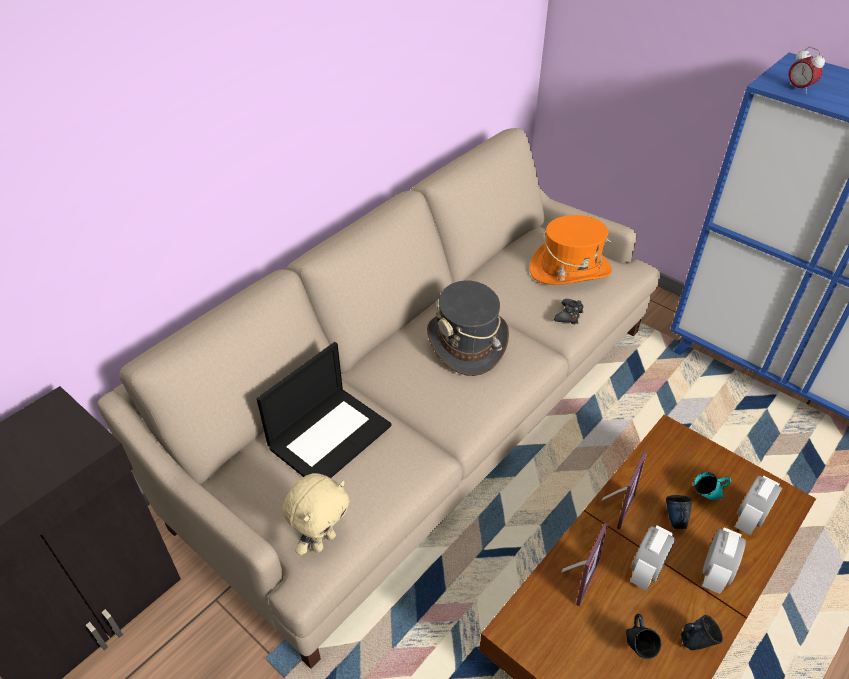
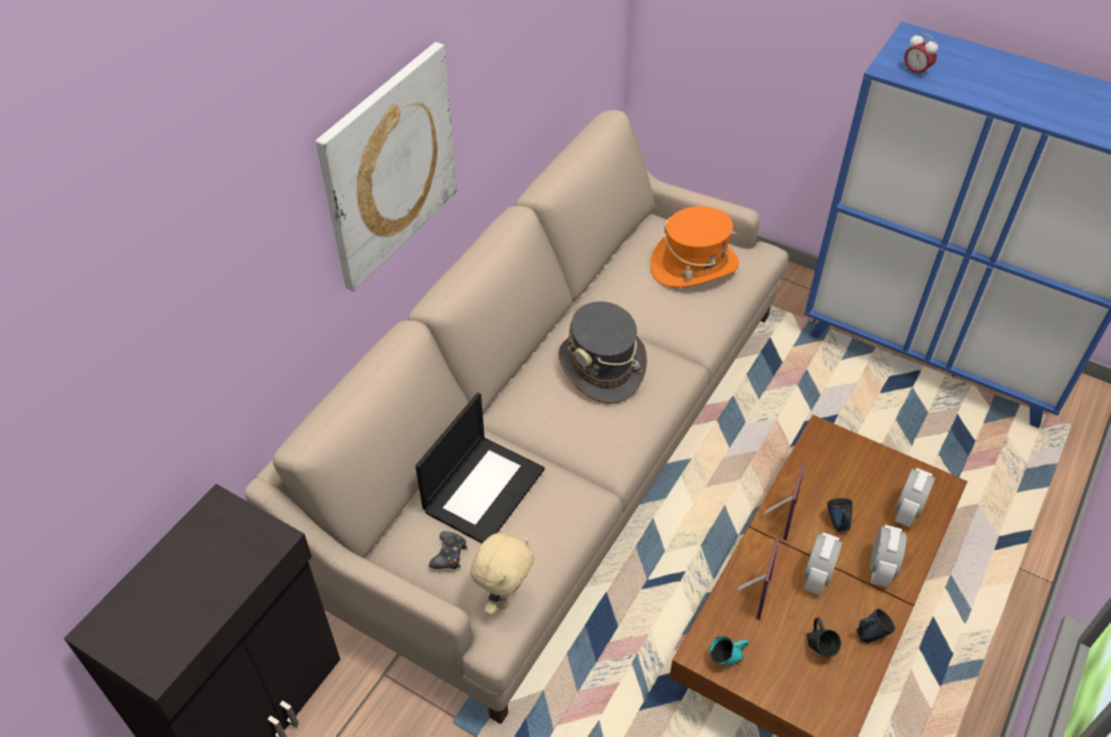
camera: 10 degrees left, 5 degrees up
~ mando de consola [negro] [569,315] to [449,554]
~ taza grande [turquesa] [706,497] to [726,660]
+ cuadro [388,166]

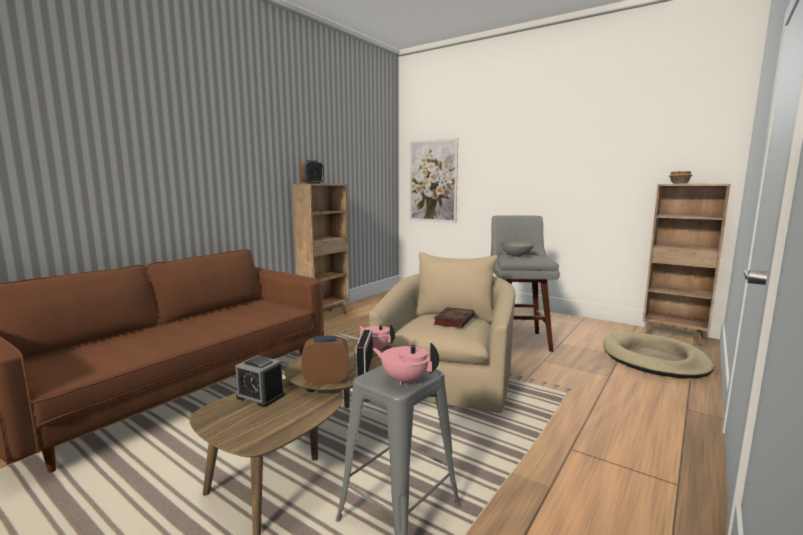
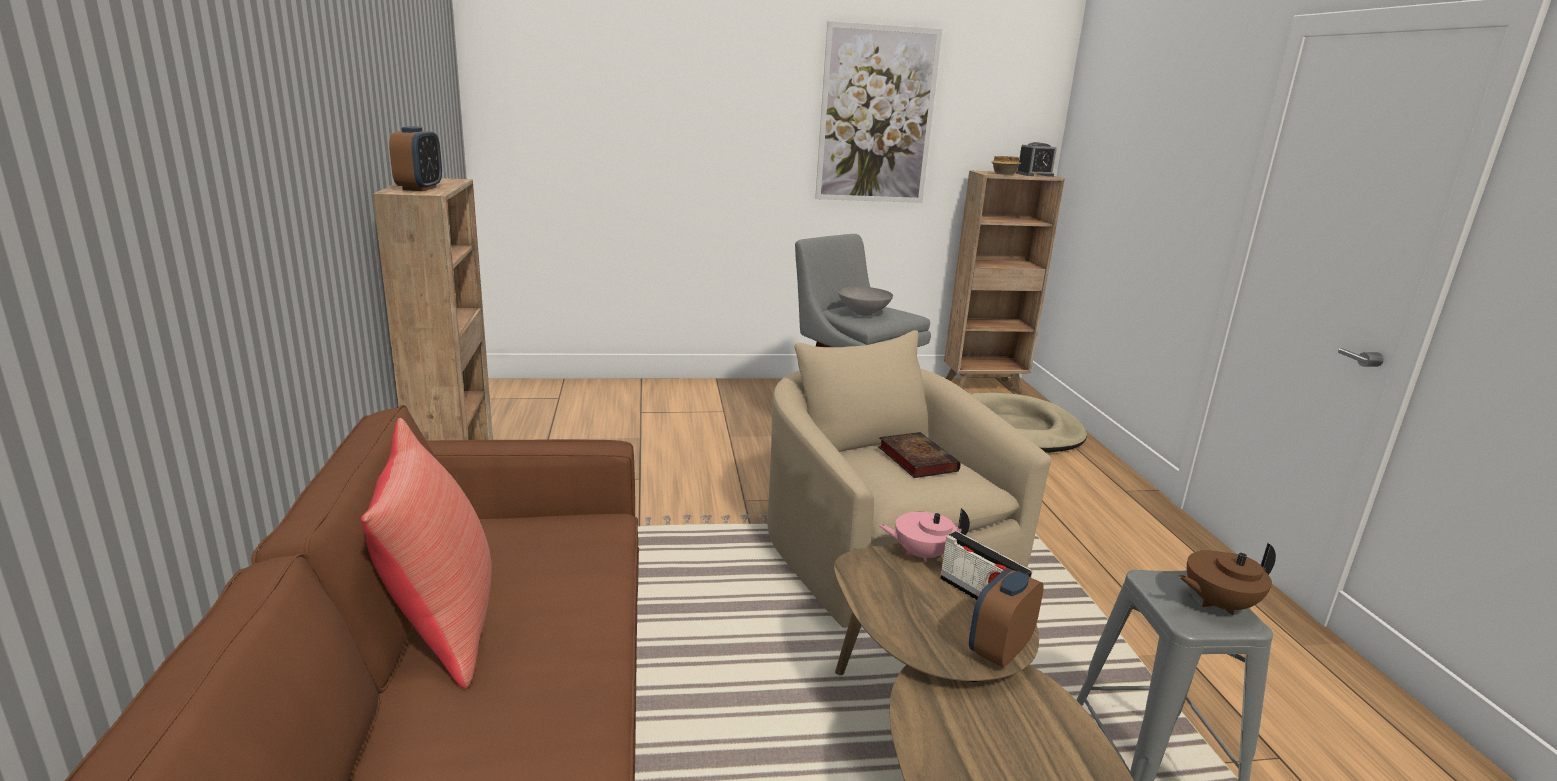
camera: 45 degrees left, 10 degrees up
~ despertador [260,396] to [1034,175]
~ tetera [rosa] [405,380] to tetera [marrón] [1217,604]
~ cuadro [432,181] to [876,116]
+ cojín [rojo] [442,621]

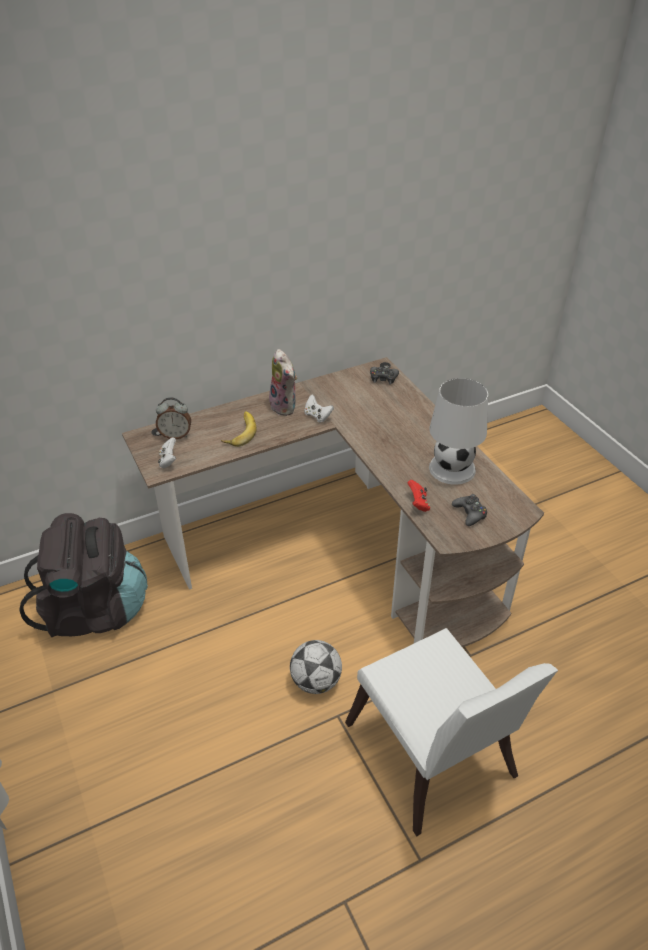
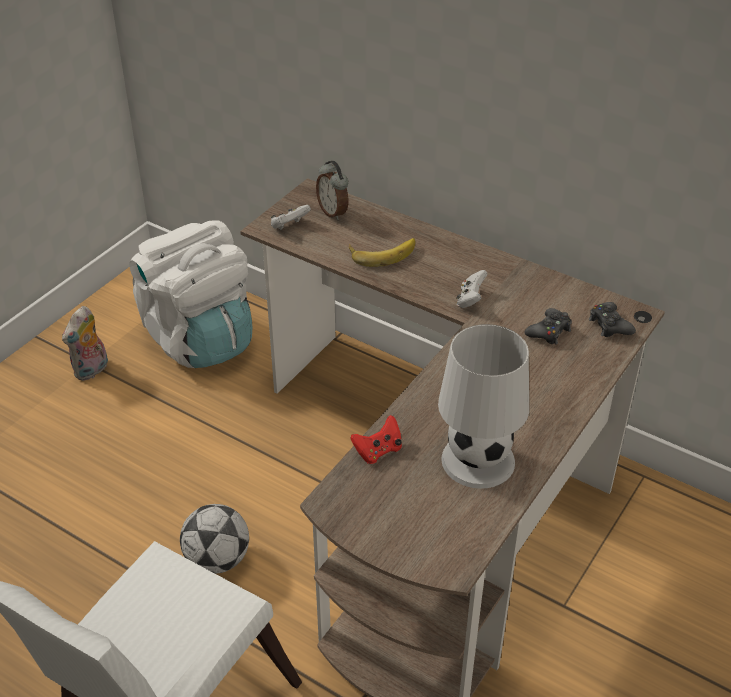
camera: 60 degrees right, 0 degrees up
~ mochila [negro] [94,610] to mochila [blanco] [199,338]
~ peluche [285,407] to [92,370]
~ mando de consola [negro] [470,513] to [549,331]

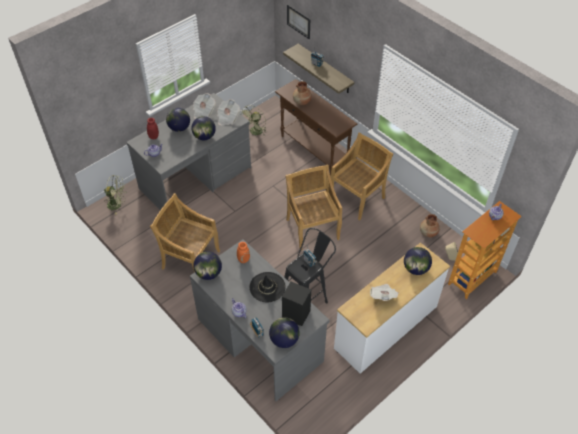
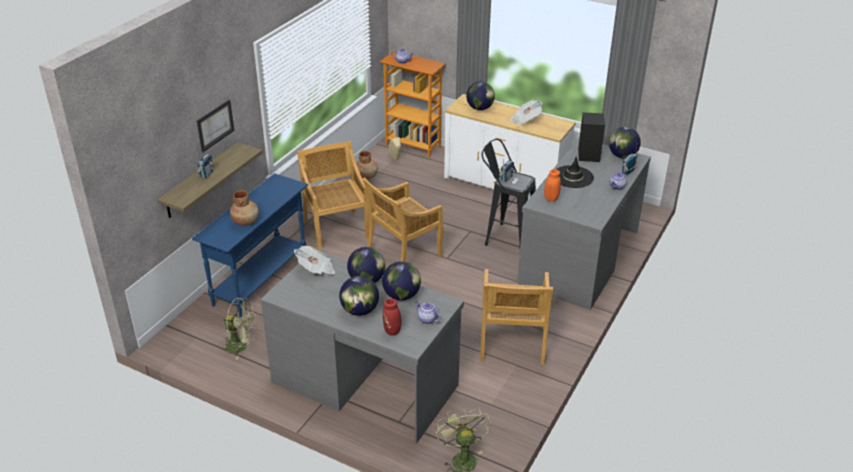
camera: 110 degrees left, 15 degrees down
- periódico [203,111]
~ globo terráqueo [208,273] to [401,295]
~ mesa consola [marrón] [314,150] to mesa consola [azul] [261,280]
~ cuadro [298,21] to [215,125]
~ silla [beis] [357,198] = [336,229] 45 degrees clockwise

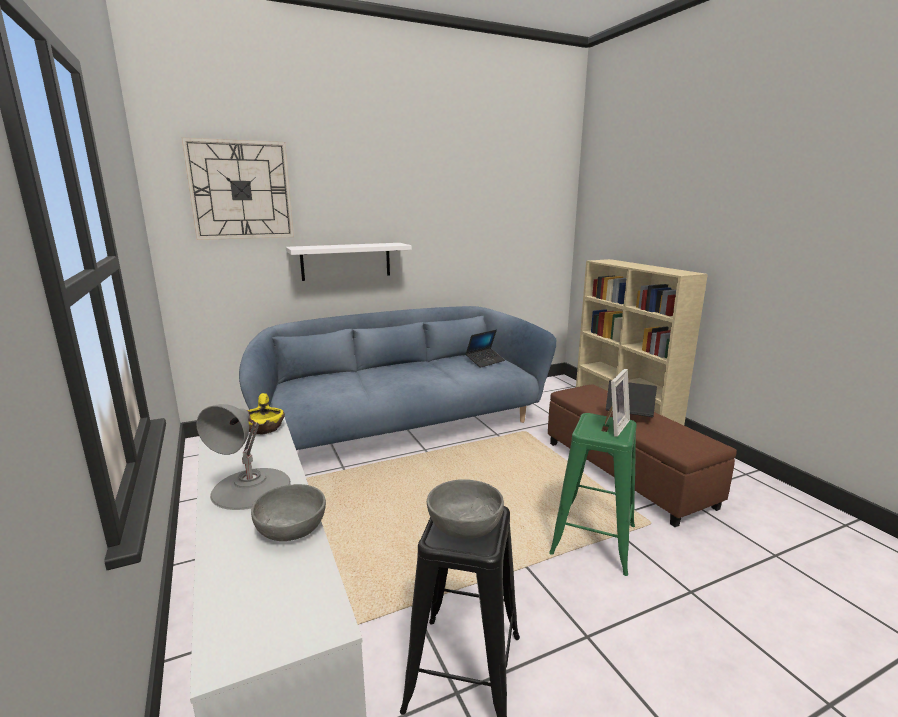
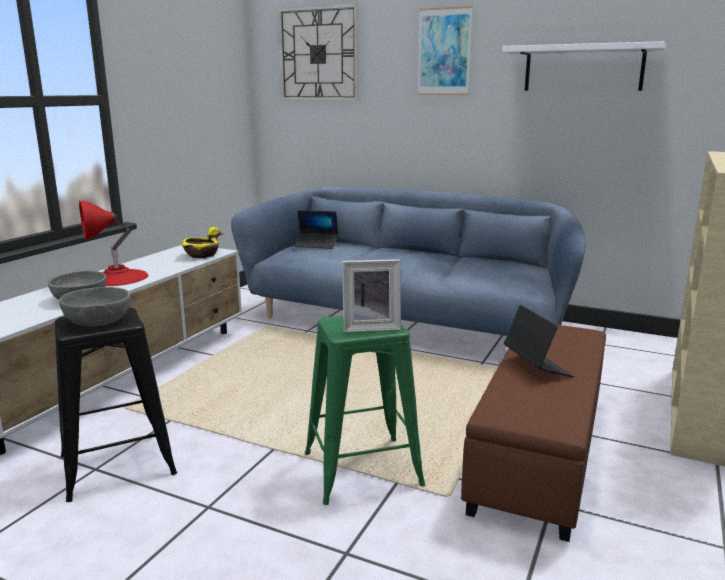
camera: 50 degrees right, 0 degrees up
~ lámpara de mesa [gris] [251,488] to lámpara de mesa [rojo] [117,277]
~ estante [blanco] [346,261] to [583,68]
~ portátil [485,361] to [316,245]
+ cuadro [444,52]

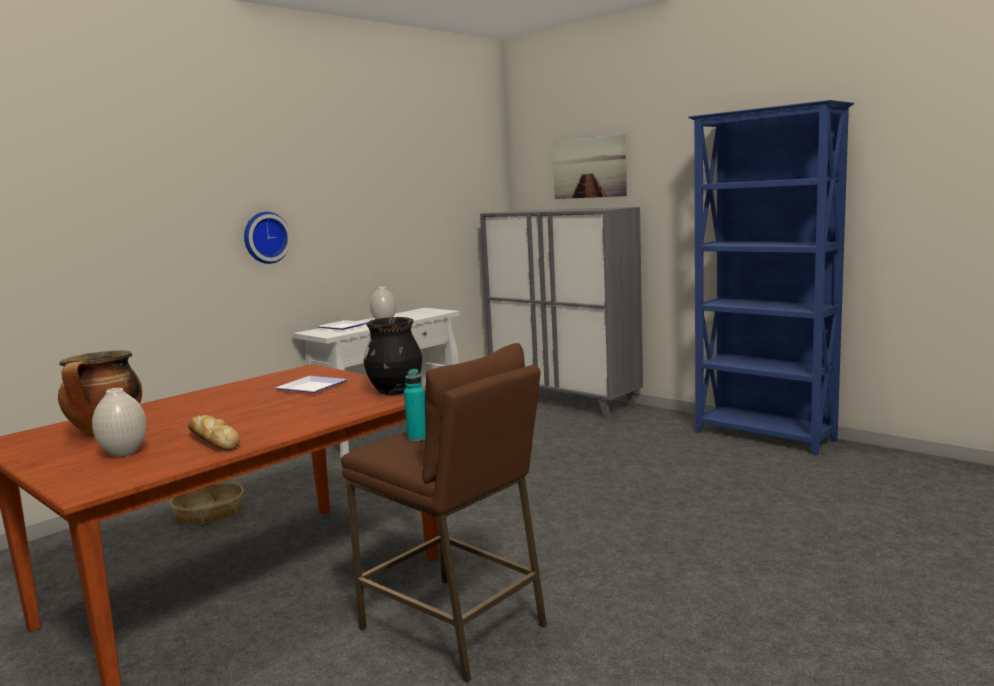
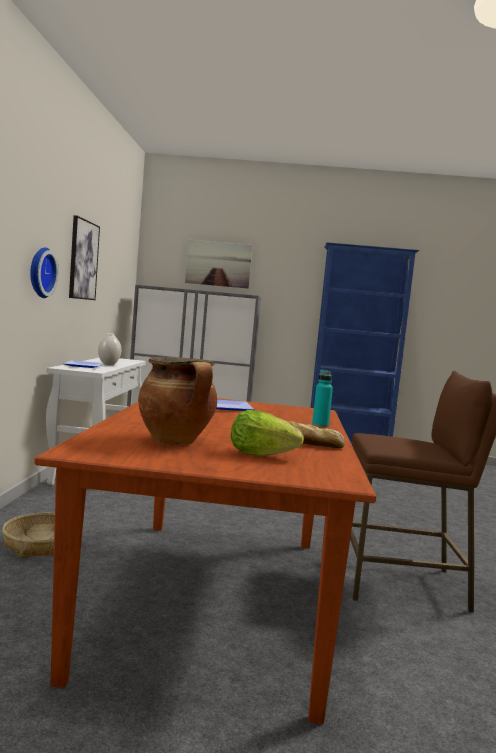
camera: 40 degrees left, 5 degrees down
~ florero [blanco] [124,453] to lechuga [260,455]
- florero [negro] [395,391]
~ botella [turquesa] [417,438] to [320,425]
+ cuadro [83,260]

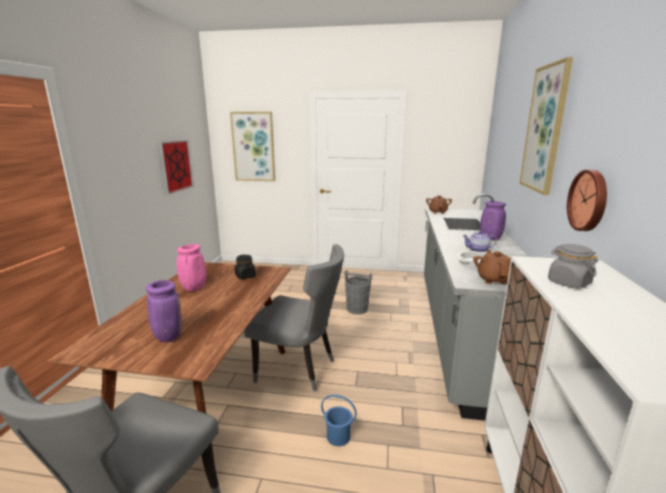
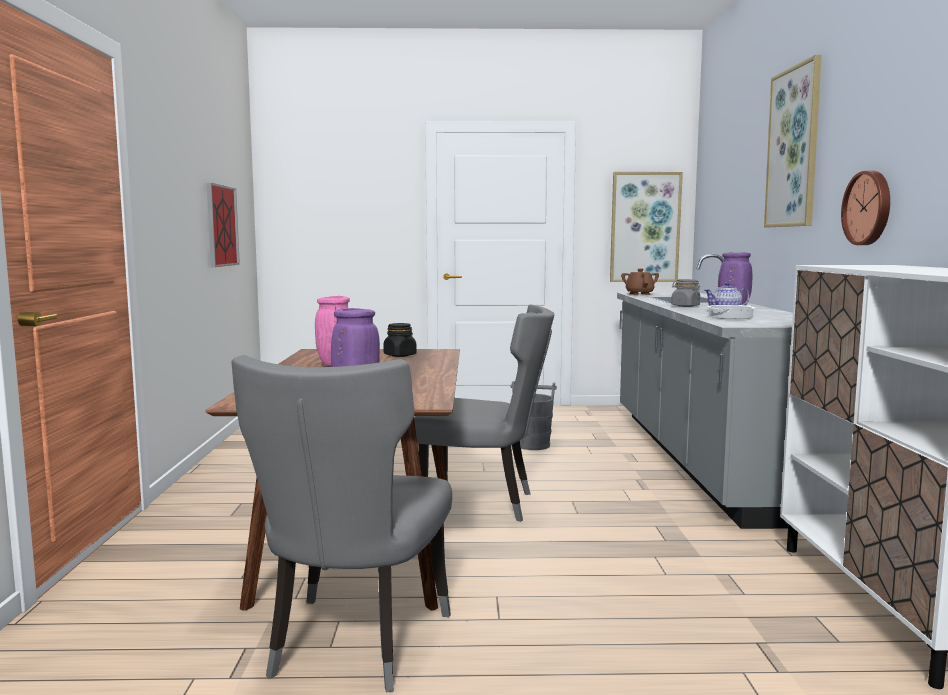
camera: 10 degrees left, 10 degrees down
~ cuadro [253,147] to [645,227]
- cubo [azul] [338,436]
- tetera [marrón] [493,280]
~ tarro [gris] [568,282] to [685,306]

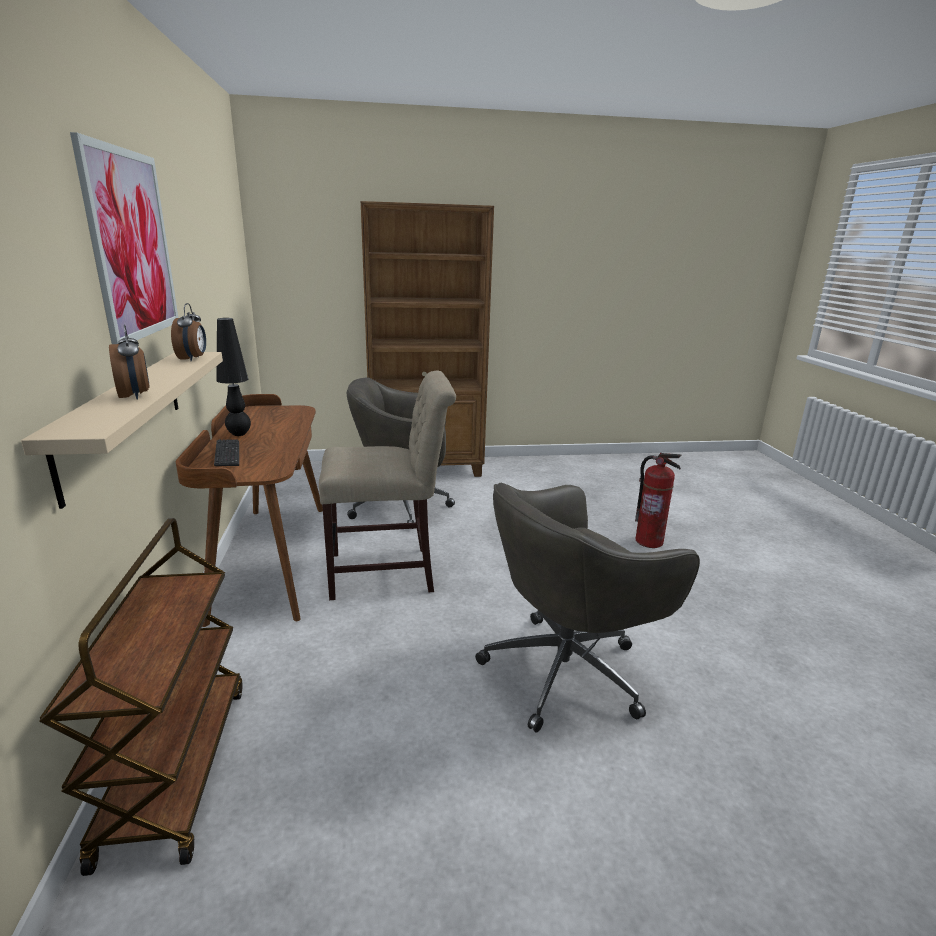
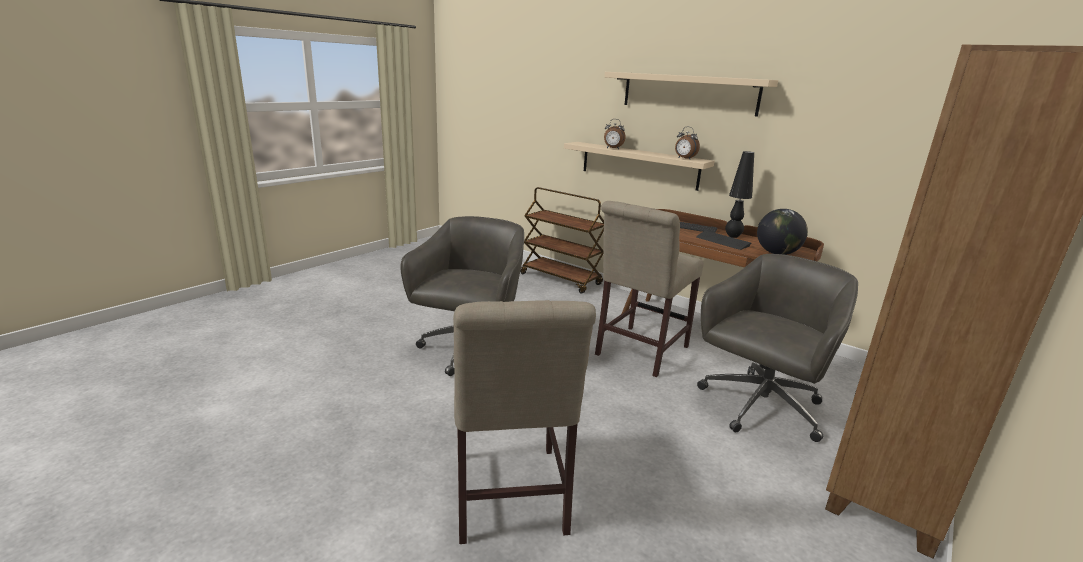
camera: 135 degrees right, 0 degrees up
~ cuadro [132,245] to estante [beis] [688,93]
~ extintor [649,541] to silla [beis] [509,498]
+ teclado [722,241]
+ globo terráqueo [777,253]

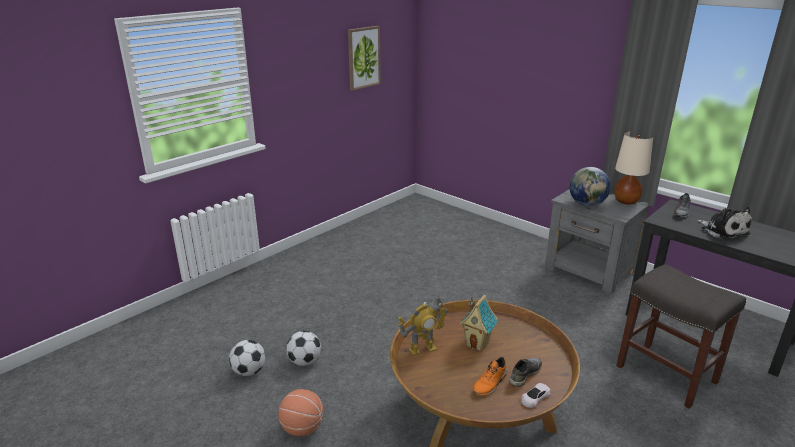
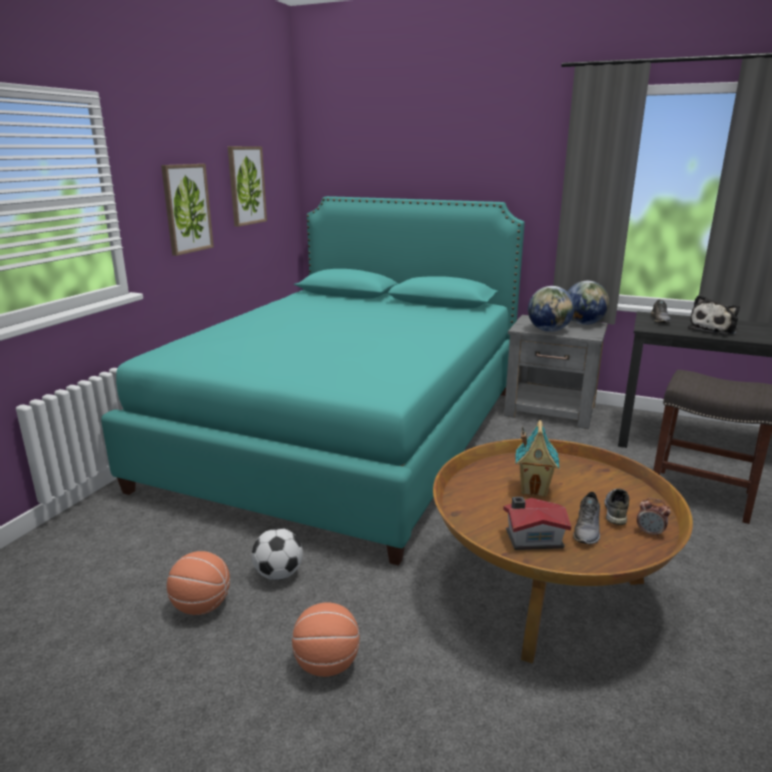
camera: 20 degrees left, 5 degrees down
~ balón de fútbol [249,371] to balón de baloncesto [201,606]
- robot de juguete [422,349]
~ zapato [naranja] [490,384] to zapato [gris] [587,529]
~ coche de juguete [blanco] [535,397] to despertador [650,533]
~ lámpara de mesa [beis] [626,201] to globo terráqueo [583,324]
~ peluche [723,231] = [714,329] 90 degrees clockwise
+ cama [turquesa] [347,435]
+ cuadro [187,208]
+ casita [532,538]

